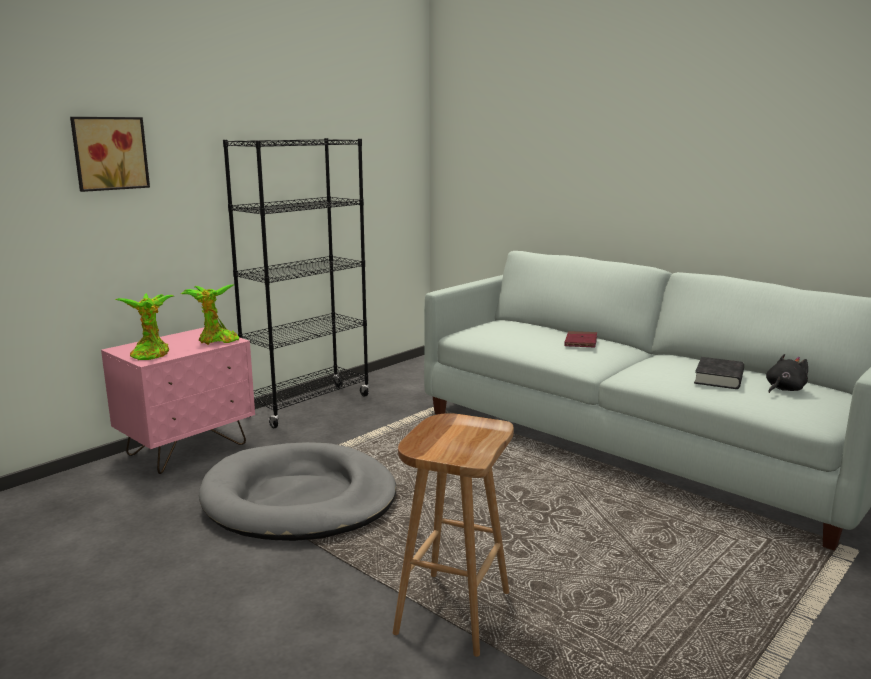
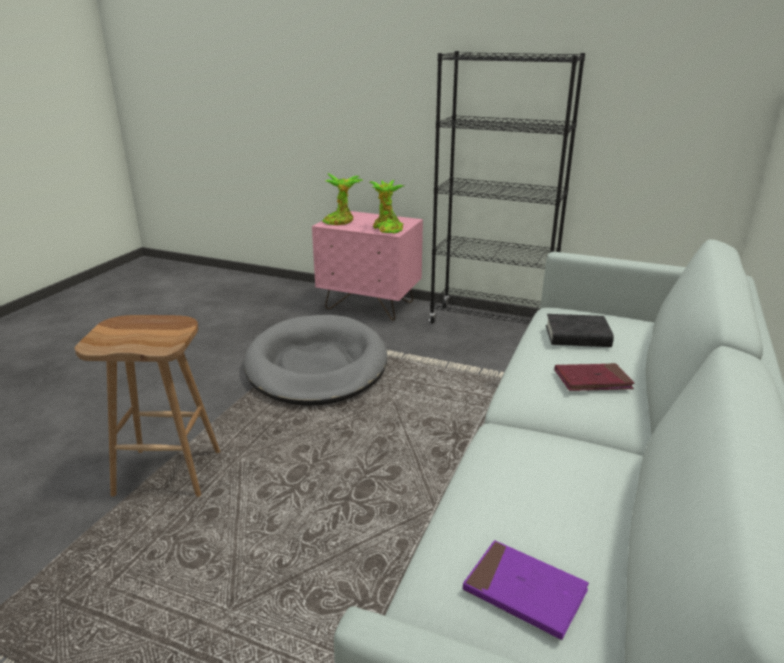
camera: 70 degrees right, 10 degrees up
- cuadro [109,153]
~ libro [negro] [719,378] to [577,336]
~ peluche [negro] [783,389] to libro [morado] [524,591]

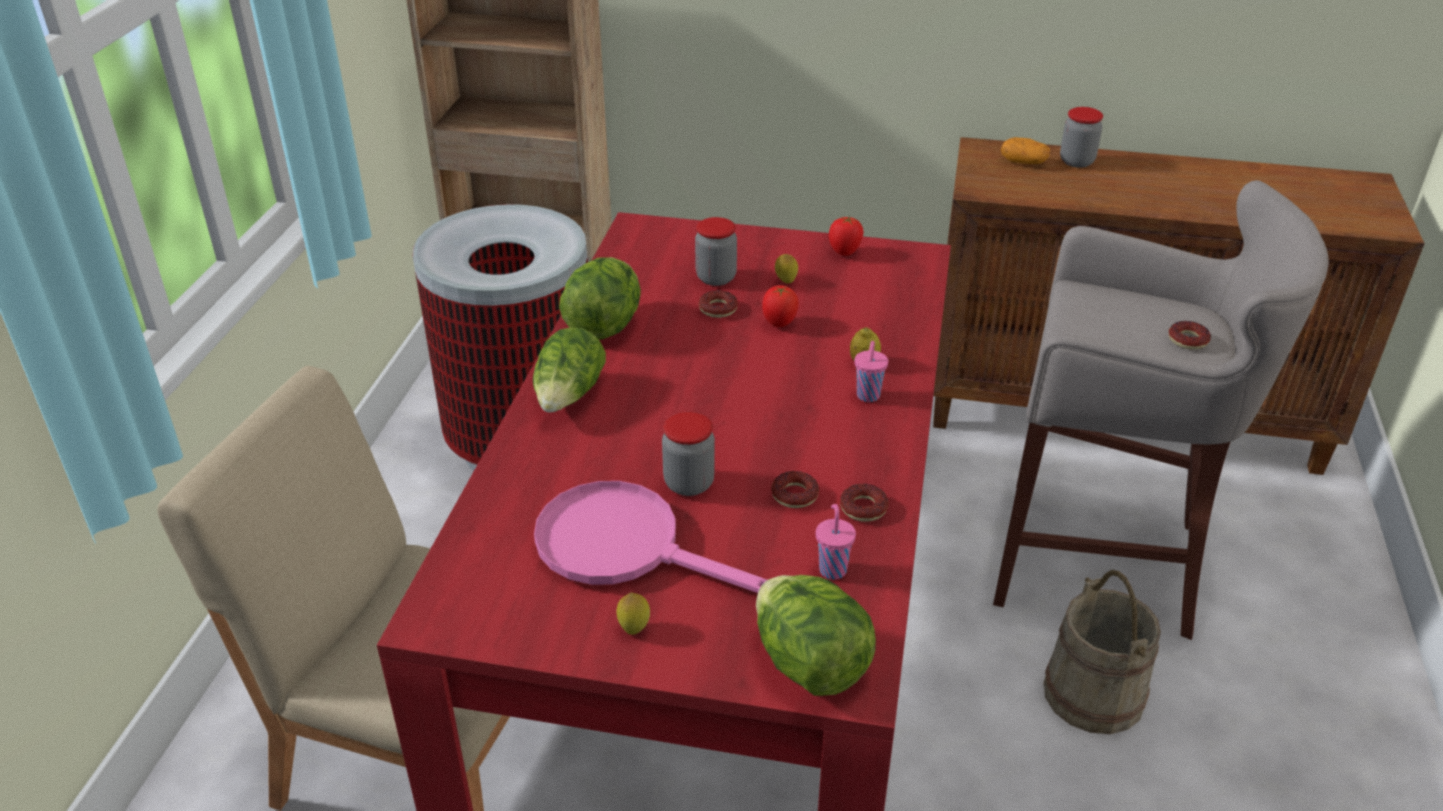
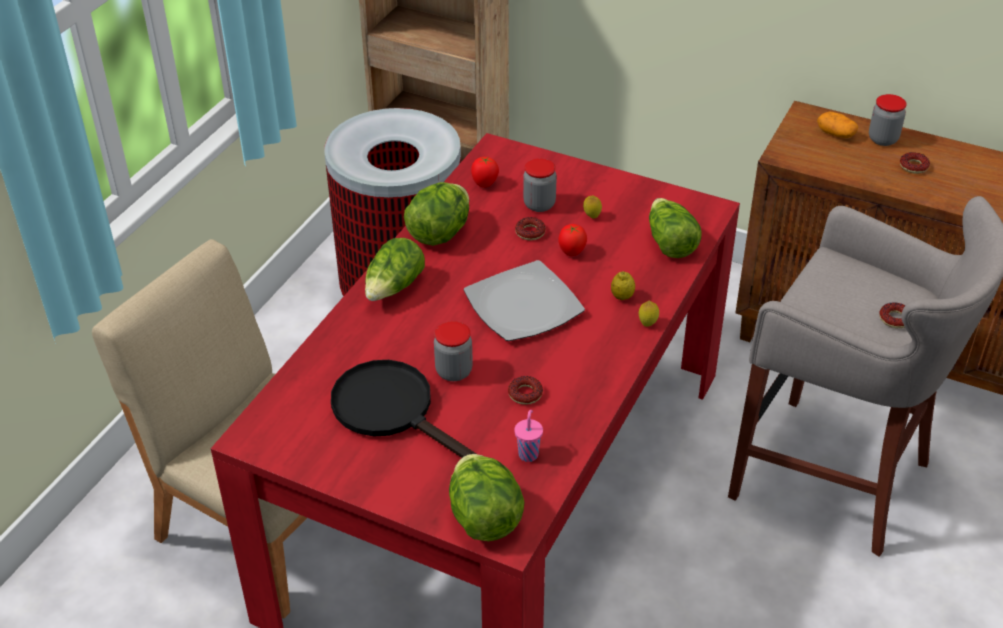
camera: 15 degrees right, 5 degrees up
~ sartén [rosa] [626,547] to sartén [negro] [393,411]
~ limón [634,629] to [647,324]
~ tomate [844,253] to [484,184]
~ rosquilla [863,508] to [913,166]
- taza [rosa] [868,396]
- cubo [beis] [1092,694]
+ plato [524,304]
+ lechuga [669,242]

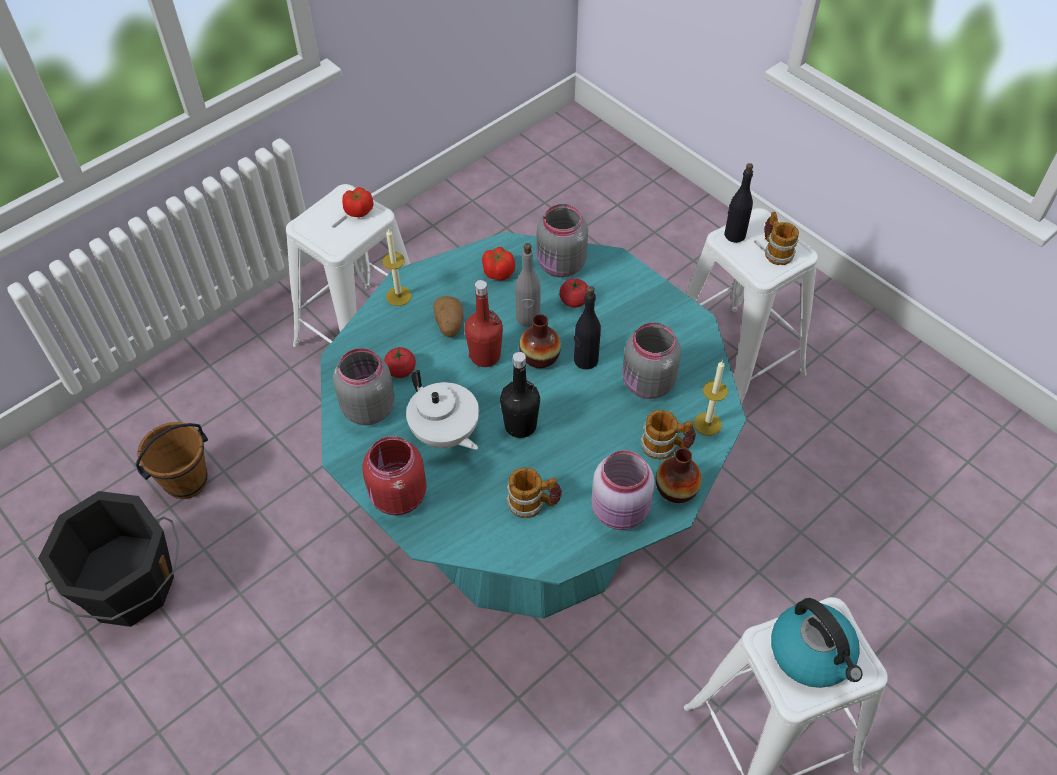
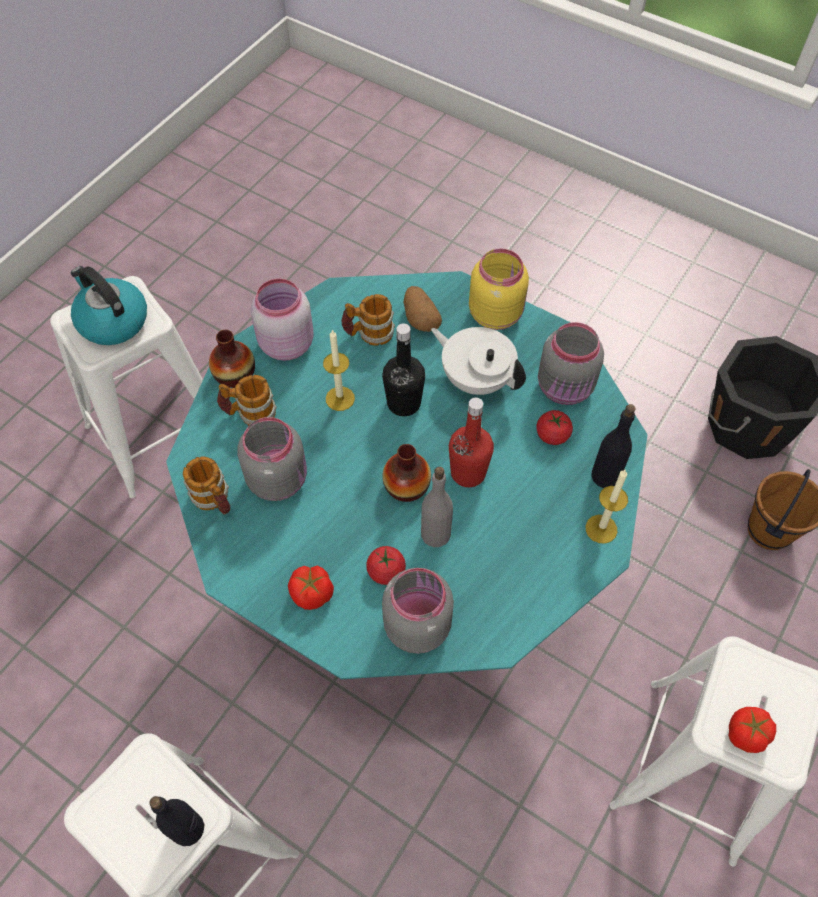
camera: 165 degrees right, 5 degrees up
~ tarro [rojo] [397,497] to tarro [amarillo] [496,313]
~ patata [449,325] to [420,318]
~ tomate [498,272] to [312,593]
~ botella [negro] [585,360] to [605,476]
~ vela [707,424] to [340,398]
~ taza grande [775,251] to [214,500]

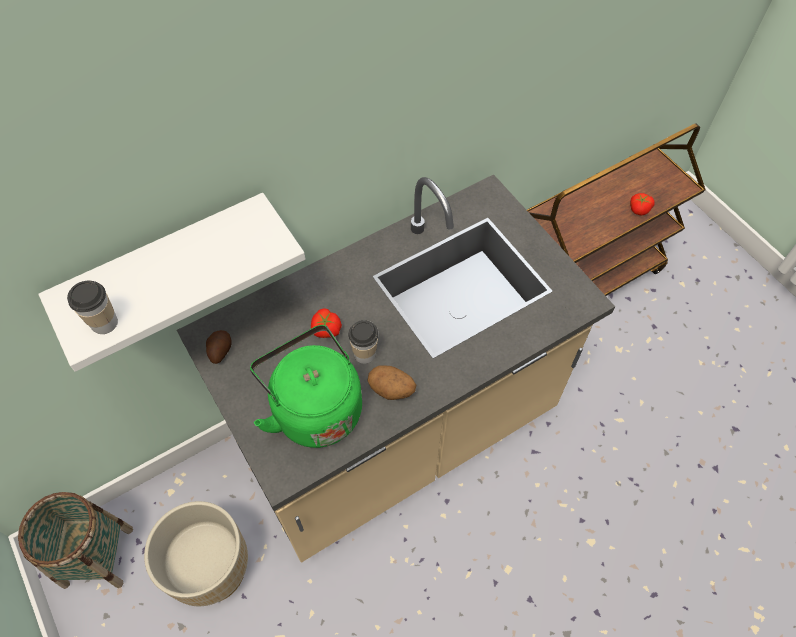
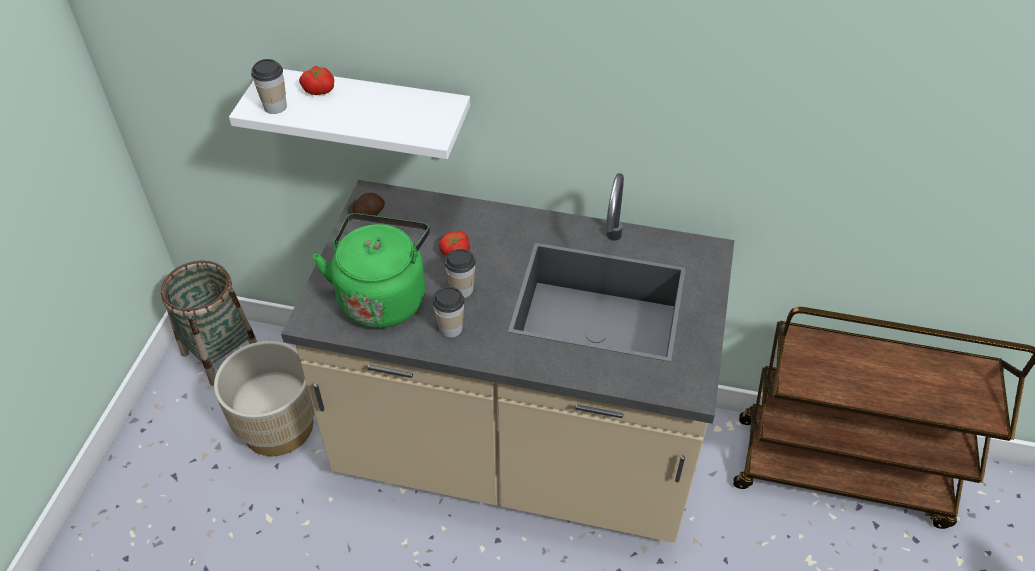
camera: 45 degrees right, 10 degrees down
~ patata [392,389] to taza [450,328]
~ tomate [638,209] to [319,89]

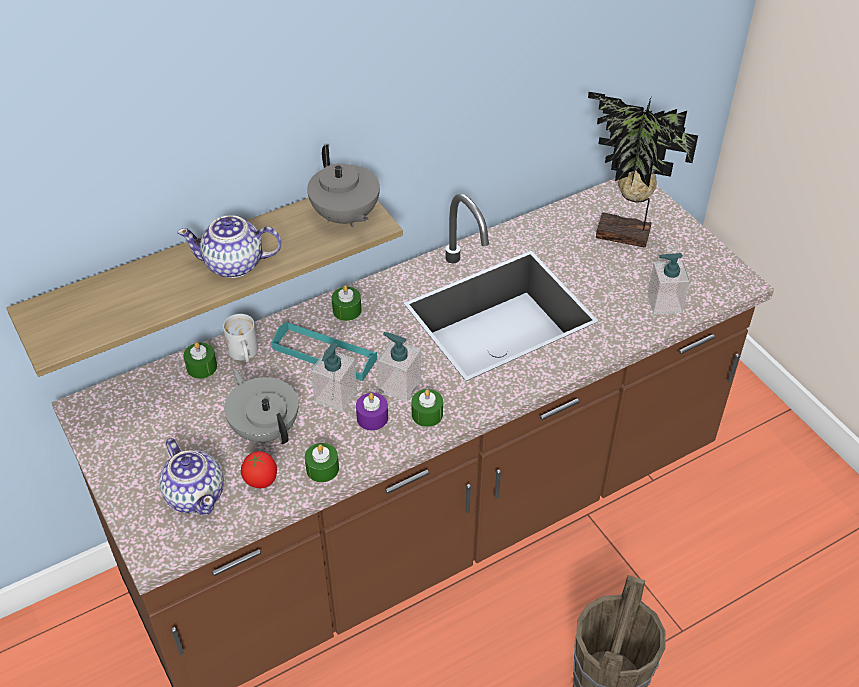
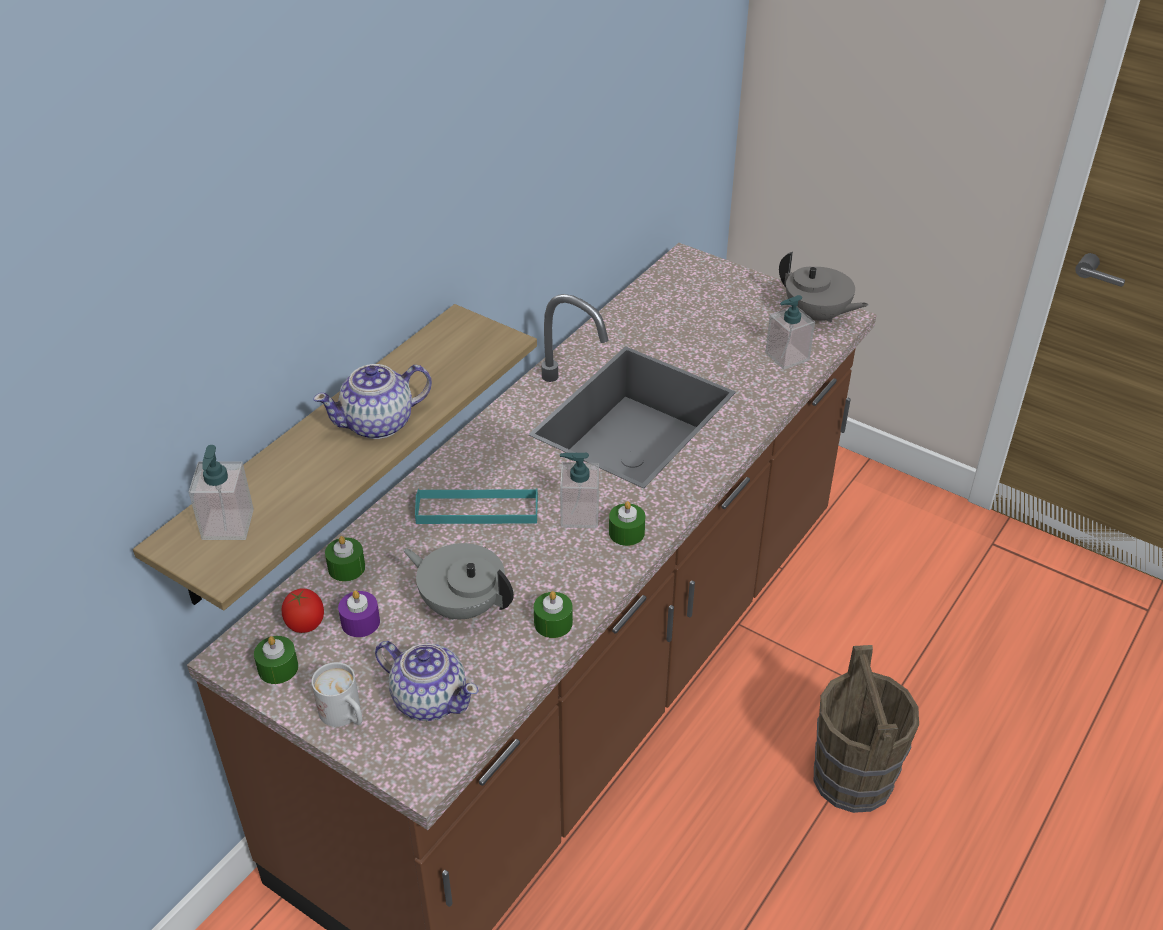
camera: 25 degrees left, 5 degrees down
~ taza grande [blanco] [244,354] to [345,716]
~ tomate [261,481] to [305,626]
~ tetera [gris] [345,217] to [816,316]
~ dispensador de jabón [335,396] to [228,525]
~ vela [verde] [347,310] to [278,668]
~ vela [morado] [372,418] to [360,622]
- planta en maceta [623,237]

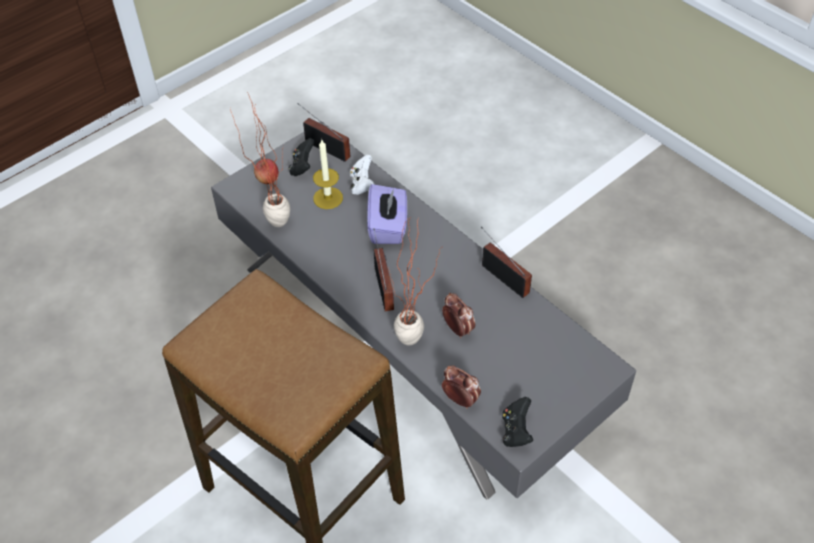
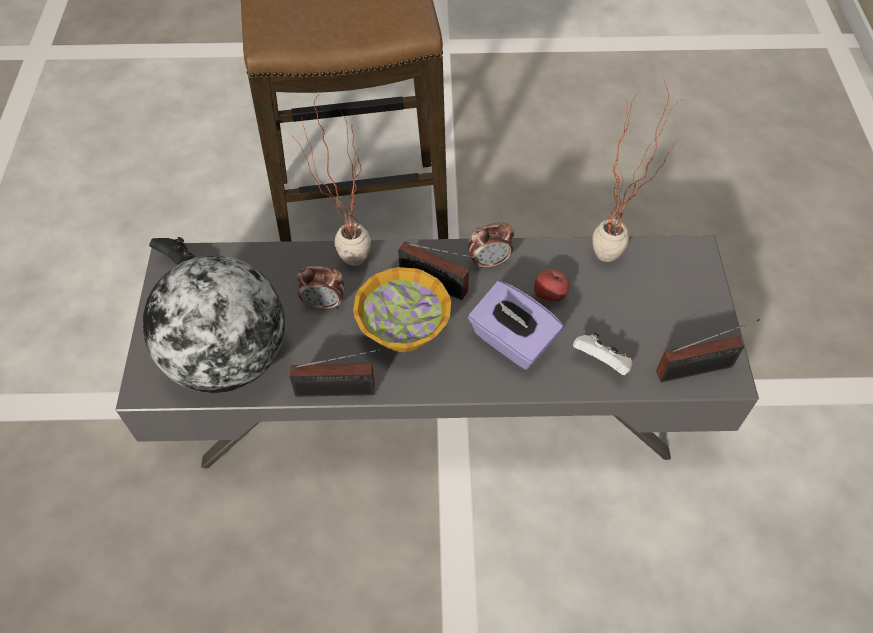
camera: 130 degrees right, 5 degrees up
~ manzana [267,179] to [549,295]
- mando de consola [negro] [302,167]
- vela [328,198]
~ despertador [460,399] to [489,262]
+ globo terráqueo [229,359]
+ cuenco [403,329]

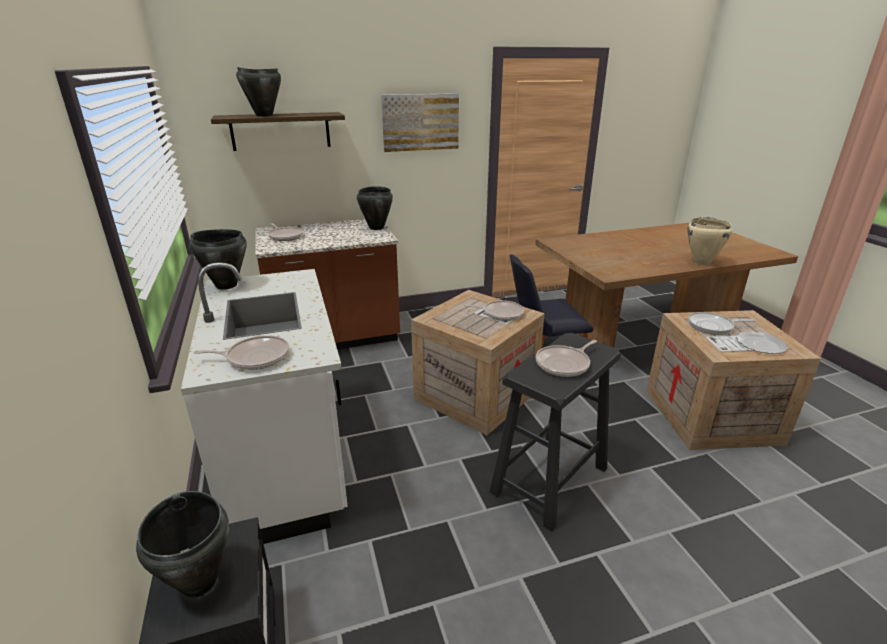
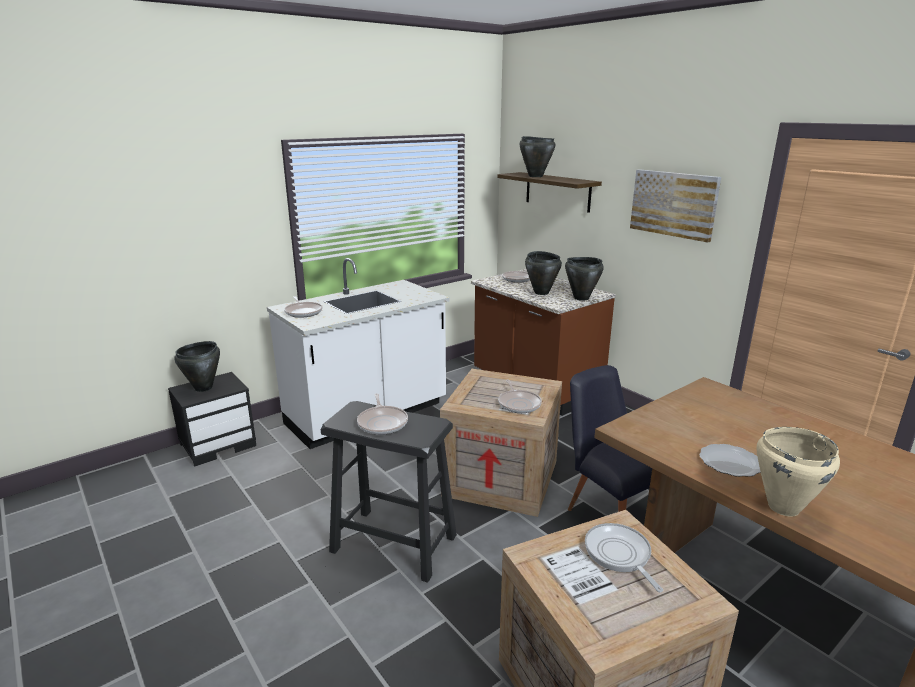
camera: 70 degrees right, 5 degrees down
~ olla [negro] [226,285] to [541,292]
~ sartén [564,364] = [382,422] 135 degrees counterclockwise
~ plato [759,344] to [730,462]

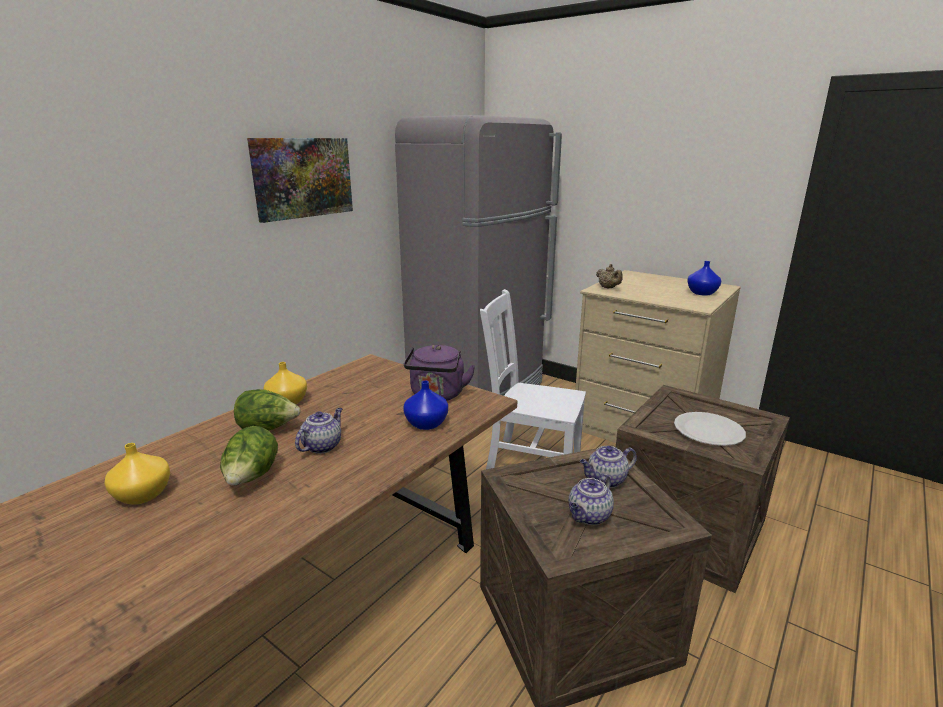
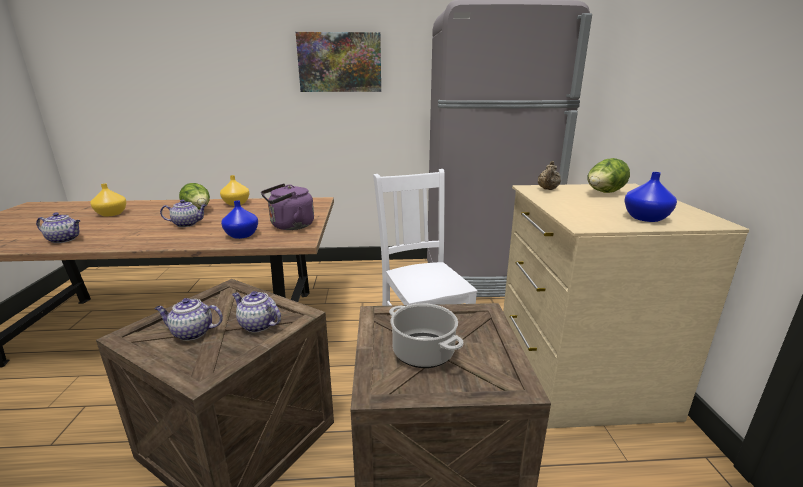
camera: 50 degrees right, 0 degrees up
~ lechuga [252,478] to [604,193]
~ plato [blanco] [708,430] to olla [422,352]
+ tetera [65,239]

